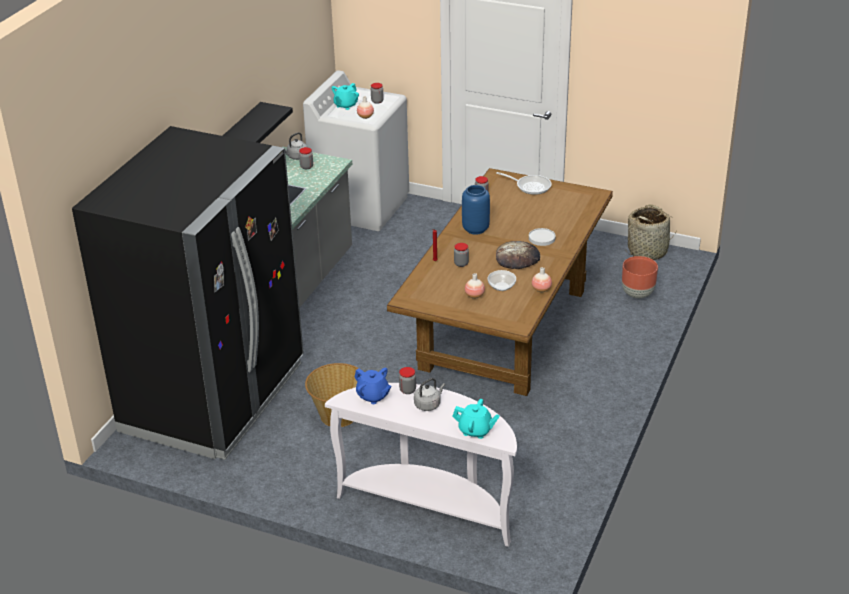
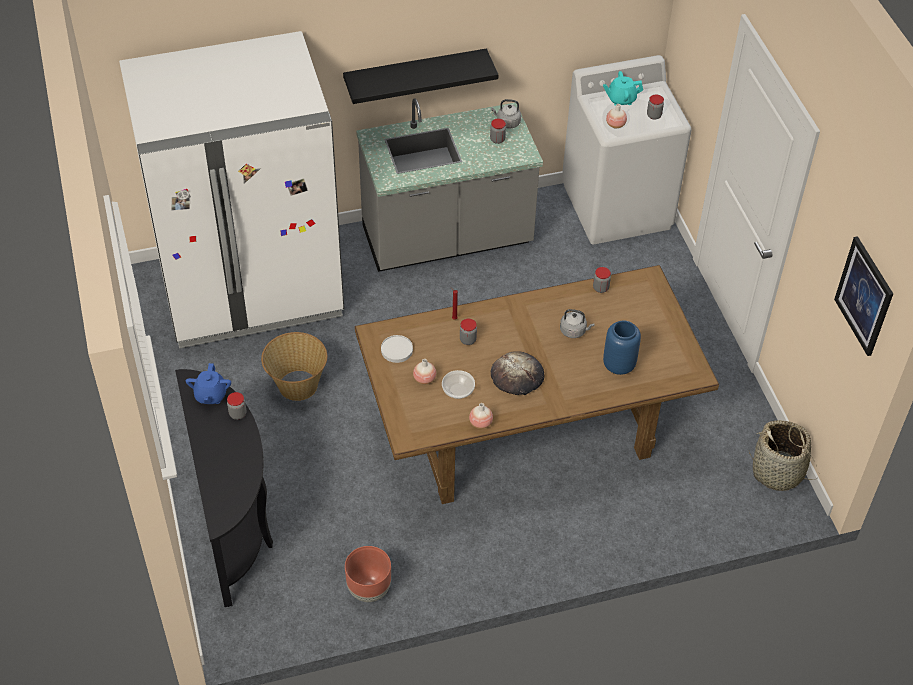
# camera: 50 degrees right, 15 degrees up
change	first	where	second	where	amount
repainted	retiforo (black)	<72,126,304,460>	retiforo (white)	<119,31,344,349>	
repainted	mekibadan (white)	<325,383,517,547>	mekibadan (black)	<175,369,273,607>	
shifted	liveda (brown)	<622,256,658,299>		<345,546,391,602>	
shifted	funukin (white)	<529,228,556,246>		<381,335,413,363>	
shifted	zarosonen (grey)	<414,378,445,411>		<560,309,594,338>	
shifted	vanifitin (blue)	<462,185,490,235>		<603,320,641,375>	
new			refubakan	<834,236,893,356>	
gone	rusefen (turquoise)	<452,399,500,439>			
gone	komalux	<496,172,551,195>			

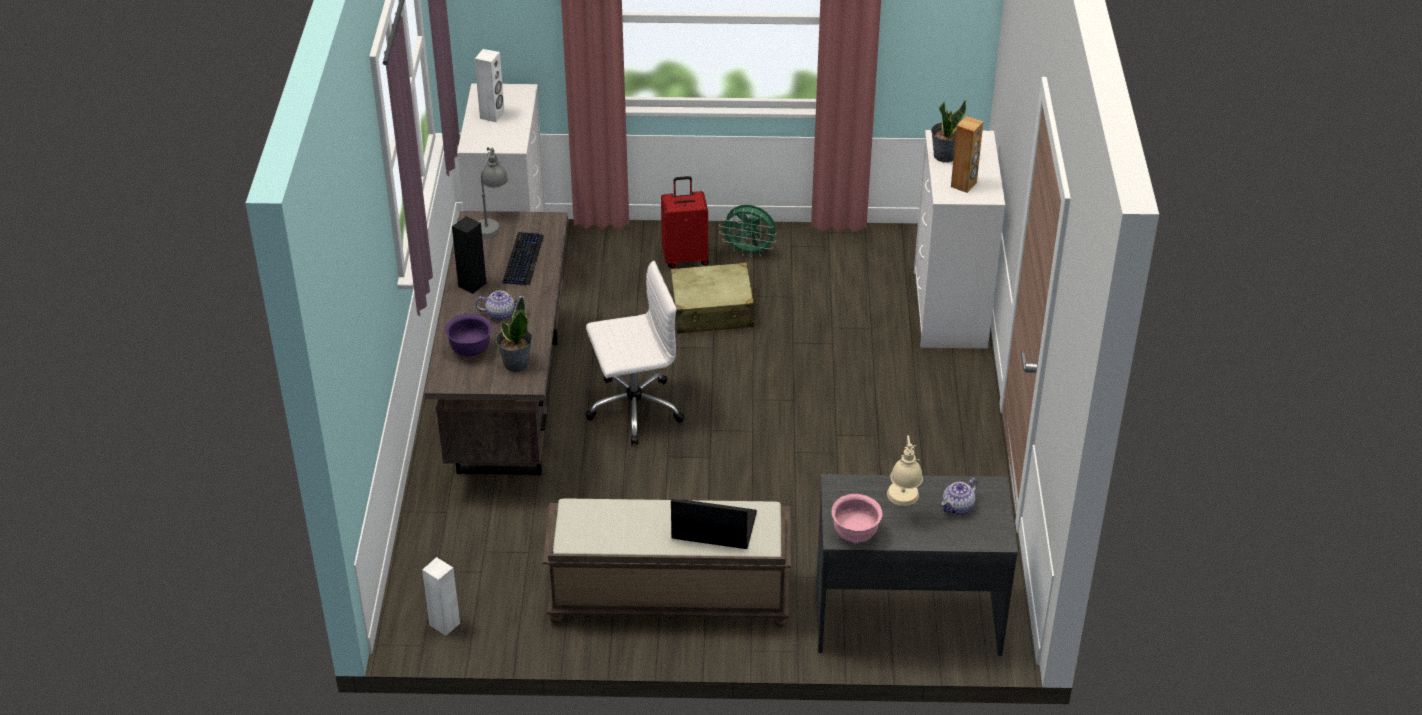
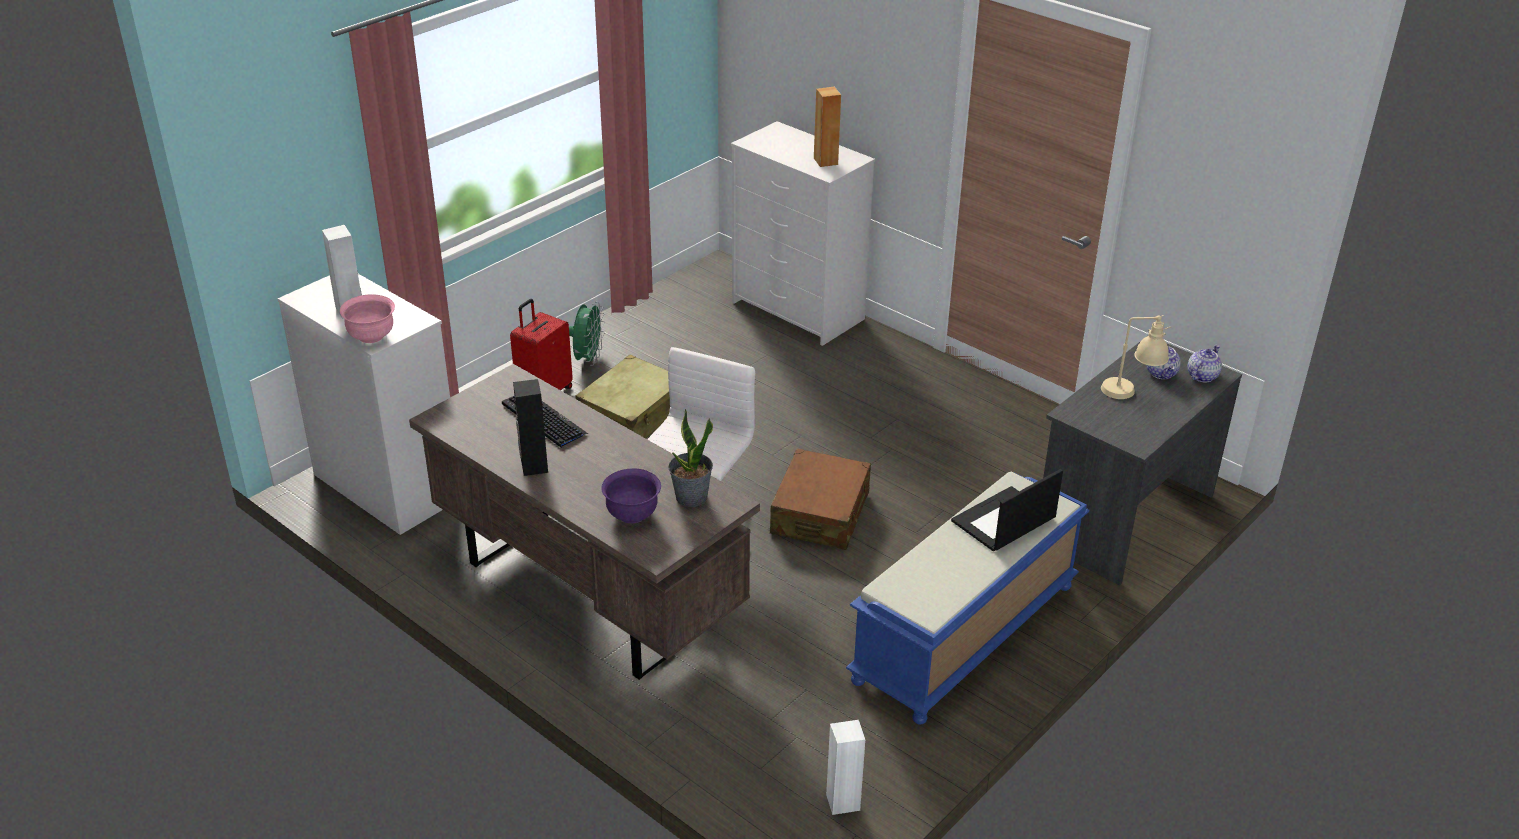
# camera: 50 degrees left, 5 degrees down
change	first	where	second	where	amount
shifted	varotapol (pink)	<832,494,882,542>		<340,294,395,343>	
rotated	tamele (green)	<719,205,776,258>		<569,302,605,366>	45 degrees counterclockwise
new			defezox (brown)	<770,449,871,550>	
repainted	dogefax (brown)	<542,498,791,628>	dogefax (blue)	<846,472,1090,725>	
shifted	rusefen	<475,291,524,320>		<1187,345,1222,382>	
gone	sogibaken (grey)	<478,147,508,238>			
gone	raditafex	<931,100,966,163>			

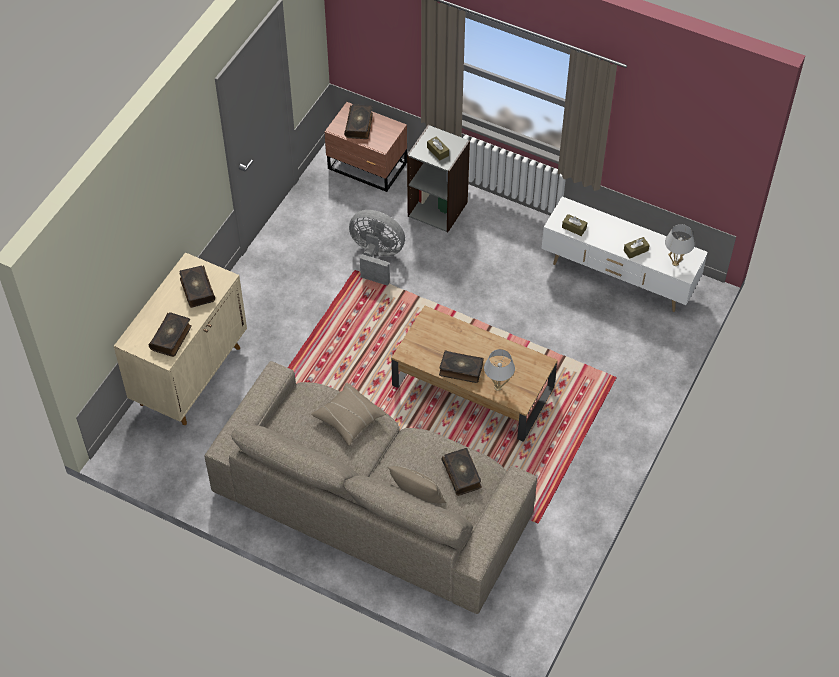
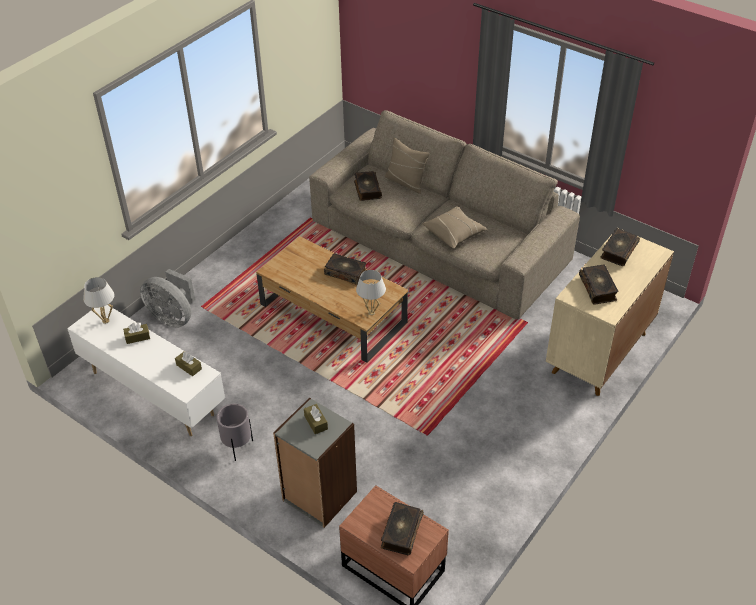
# camera: 170 degrees left, 10 degrees down
change	first	where	second	where	amount
shifted	tamele (grey)	<349,210,405,286>		<140,269,195,328>	
new			liveda (grey)	<217,404,253,461>	
shifted	sogibaken (white)	<484,349,515,391>		<356,270,386,315>	

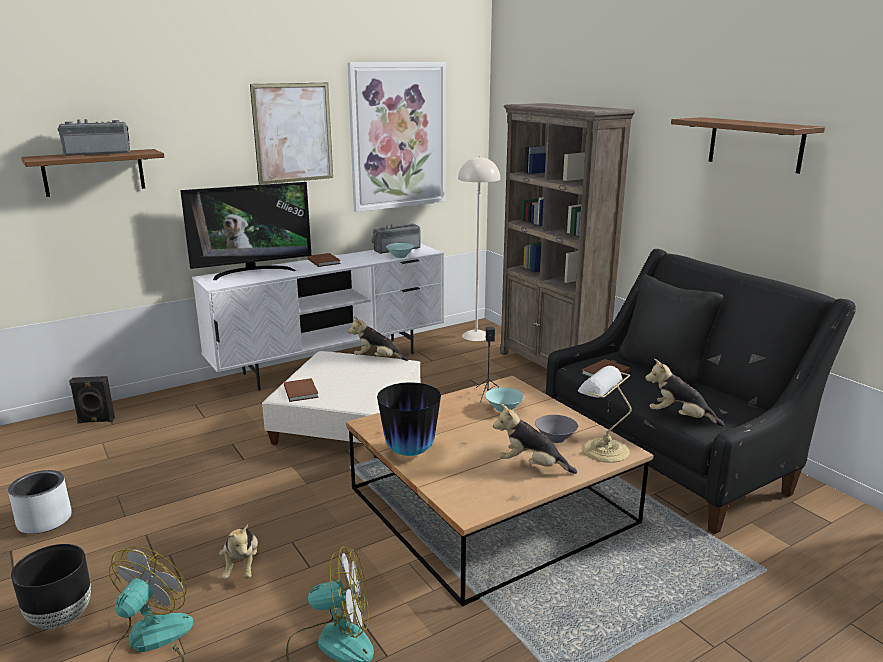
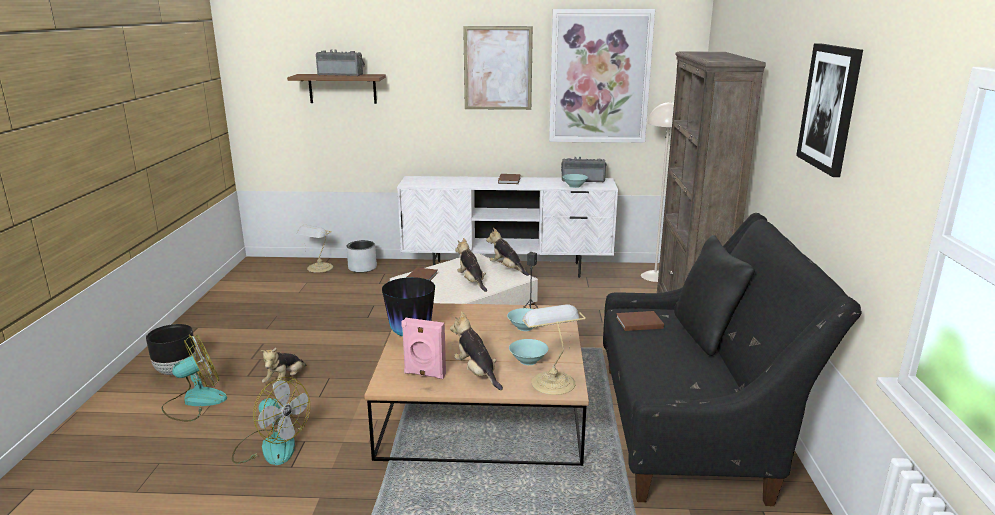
# camera: 35 degrees right, 0 degrees up
change	first	where	second	where	amount
swapped	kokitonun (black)	<69,376,115,423>	sogibaken	<297,225,333,272>	
shifted	liveda (grey)	<8,470,72,534>		<347,240,377,273>	
new			kokitonun (pink)	<401,318,446,379>	
shifted	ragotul	<645,358,724,426>		<455,238,487,292>	
repainted	varotapol (grey)	<535,415,578,443>	varotapol (turquoise)	<509,339,548,365>	
swapped	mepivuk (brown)	<671,117,825,174>	refubakan	<796,43,863,177>	
gone	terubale	<180,182,312,280>			

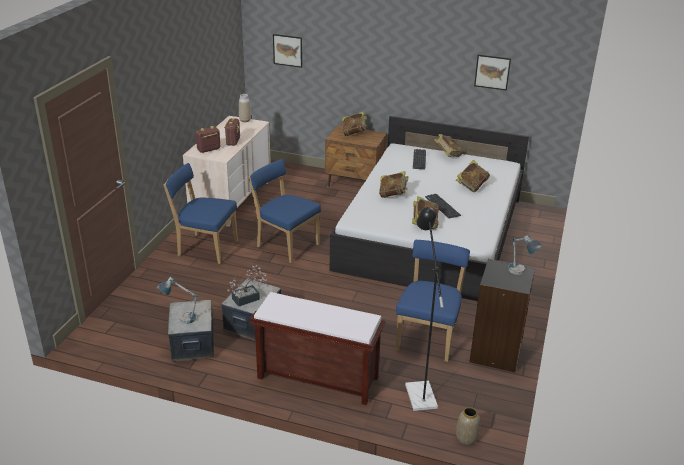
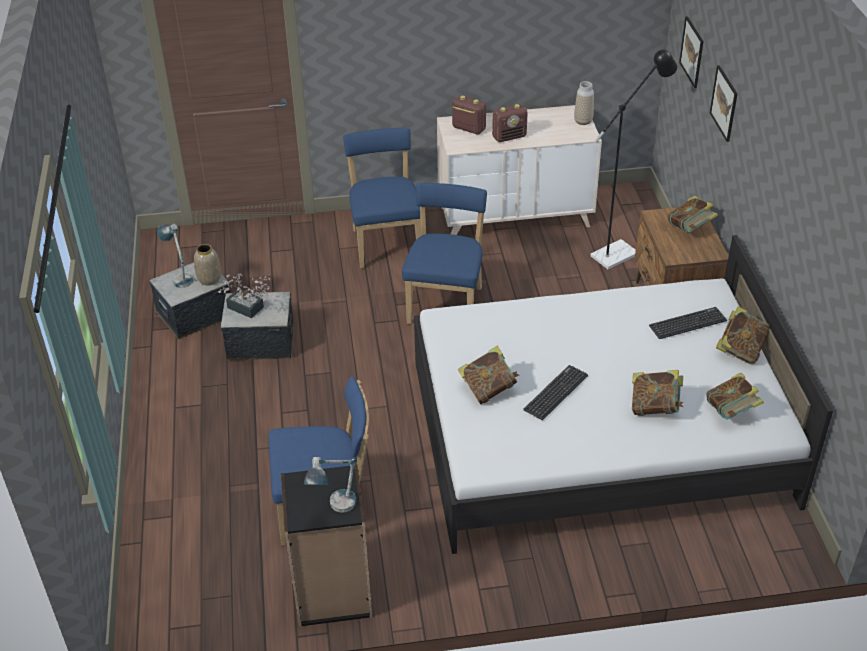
# camera: 65 degrees right, 10 degrees up
change	first	where	second	where	amount
shifted	vanifitin	<456,407,480,445>		<194,244,221,286>	
shifted	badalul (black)	<405,207,444,411>		<590,50,677,269>	
shifted	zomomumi	<379,171,408,198>		<706,372,764,420>	
shifted	refubakan	<474,55,511,91>		<710,65,738,142>	
gone	dogefax (brown)	<250,292,385,405>			

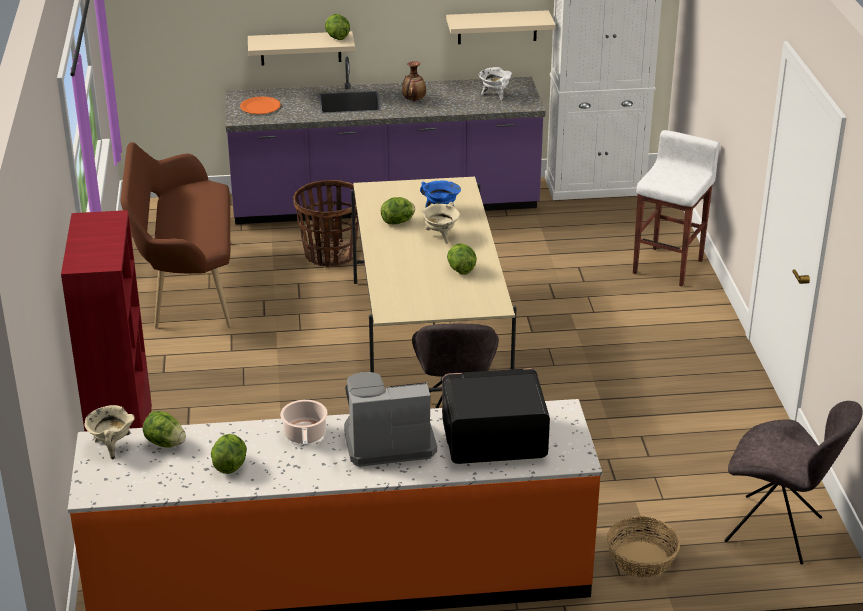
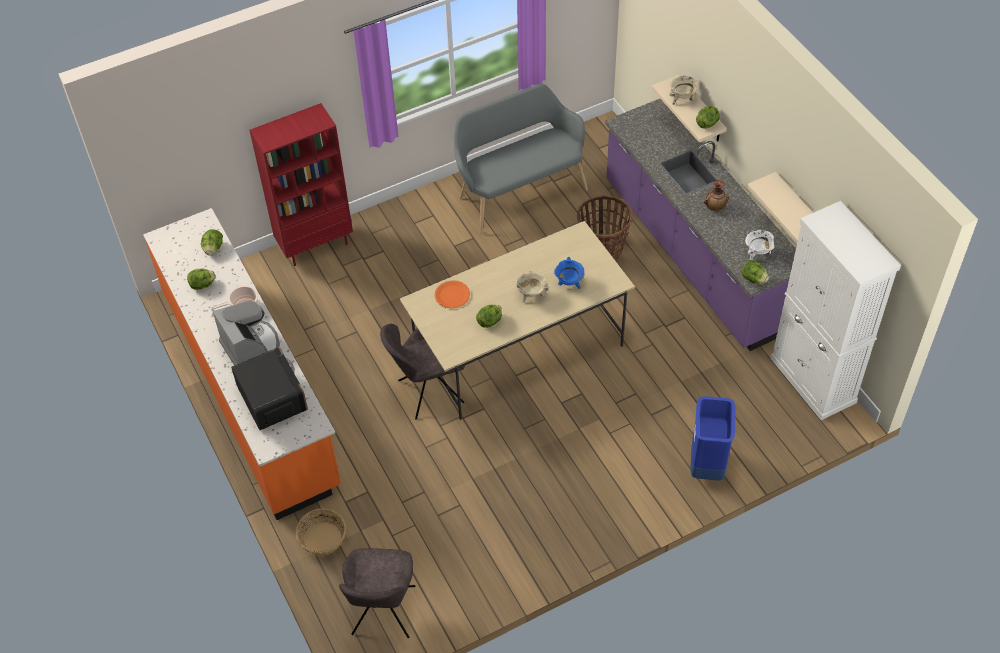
# camera: 70 degrees right, 20 degrees up
change	first	where	second	where	amount
shifted	funukin (orange)	<240,96,281,114>		<435,280,470,308>	
repainted	dogefax (brown)	<121,142,231,329>	dogefax (grey)	<454,84,588,234>	
shifted	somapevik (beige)	<85,405,135,459>		<669,76,698,105>	
swapped	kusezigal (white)	<633,130,720,286>	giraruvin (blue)	<690,396,736,481>	
shifted	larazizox	<381,197,415,224>		<741,260,769,284>	

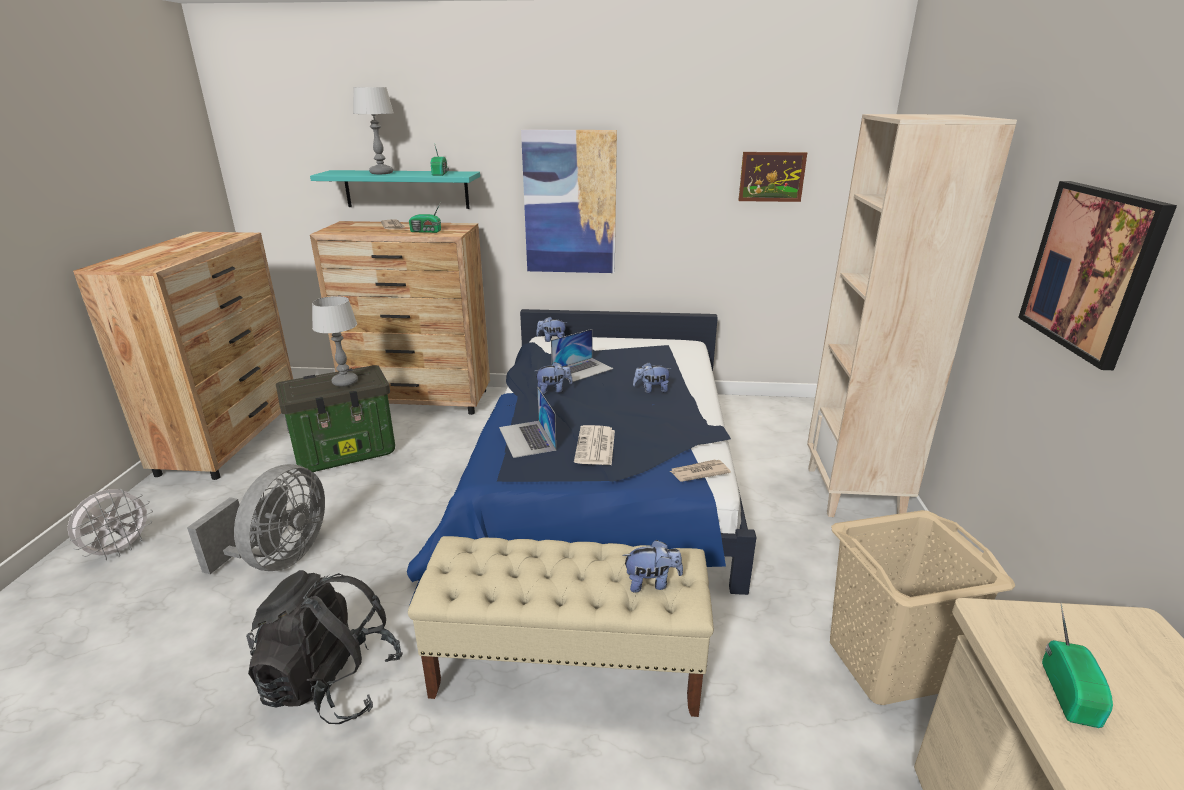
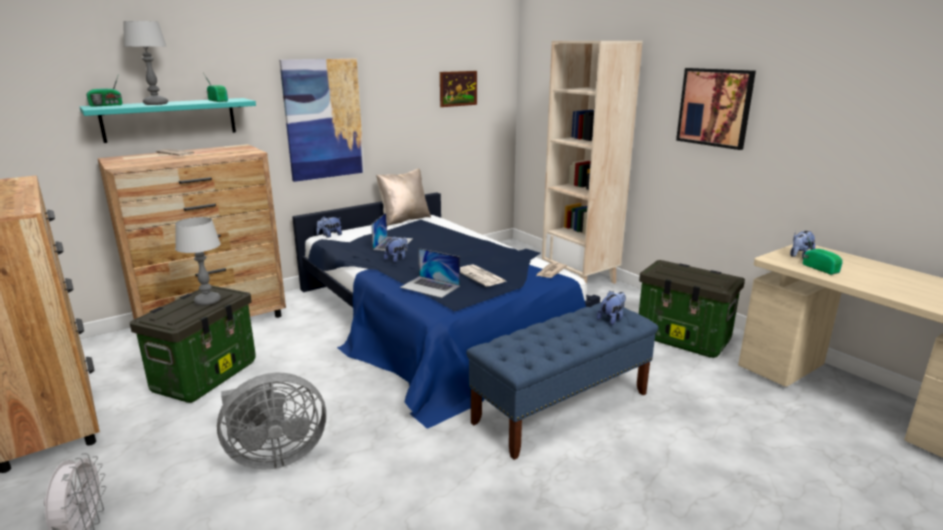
# camera: 40 degrees left, 5 degrees down
change	first	where	second	where	amount
shifted	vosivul	<409,201,441,233>		<86,76,122,107>	
rotated	tamele (grey)	<187,464,325,574>		<217,373,326,470>	90 degrees clockwise
new			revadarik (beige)	<376,169,431,226>	
repainted	dogefax (beige)	<408,536,714,717>	dogefax (blue)	<466,302,658,460>	
swapped	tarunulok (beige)	<830,510,1015,705>	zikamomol	<639,260,745,358>	
shifted	ragotul	<633,362,672,393>		<790,231,815,258>	
gone	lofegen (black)	<246,570,403,724>			

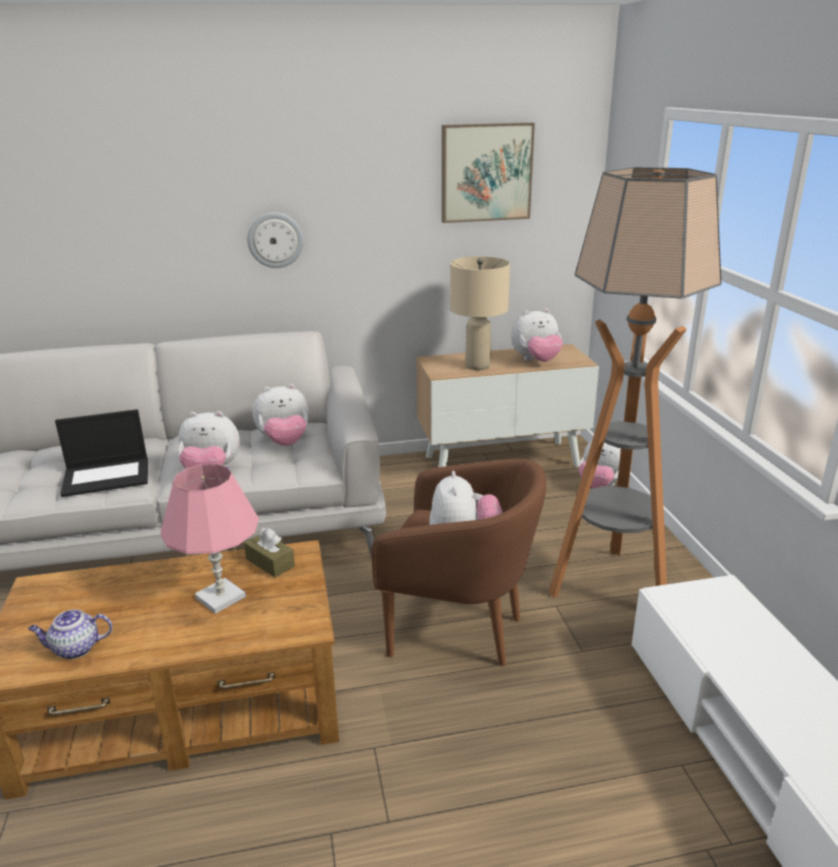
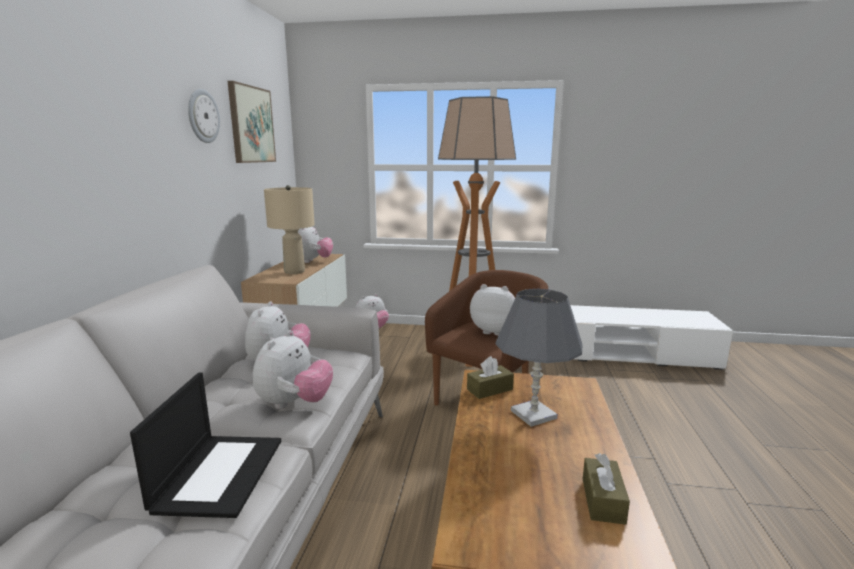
# camera: 70 degrees left, 10 degrees down
change	first	where	second	where	amount
shifted	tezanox	<247,212,304,268>		<188,89,220,143>	
repainted	sogibaken (pink)	<160,464,259,614>	sogibaken (grey)	<495,289,582,427>	
swapped	rusefen	<28,609,112,659>	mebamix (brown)	<583,453,630,525>	

